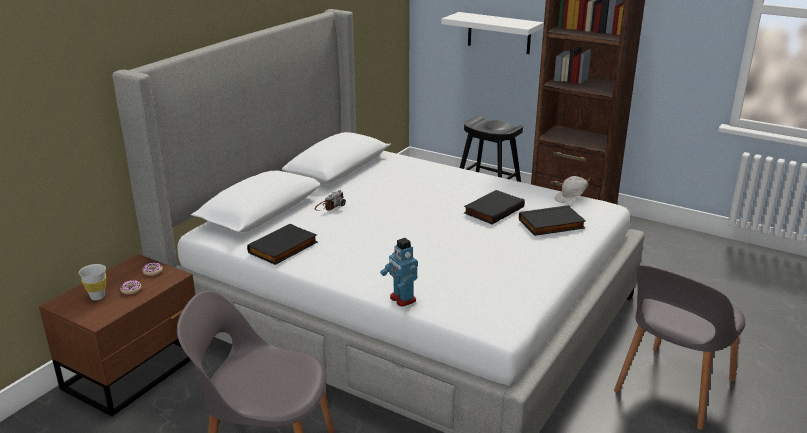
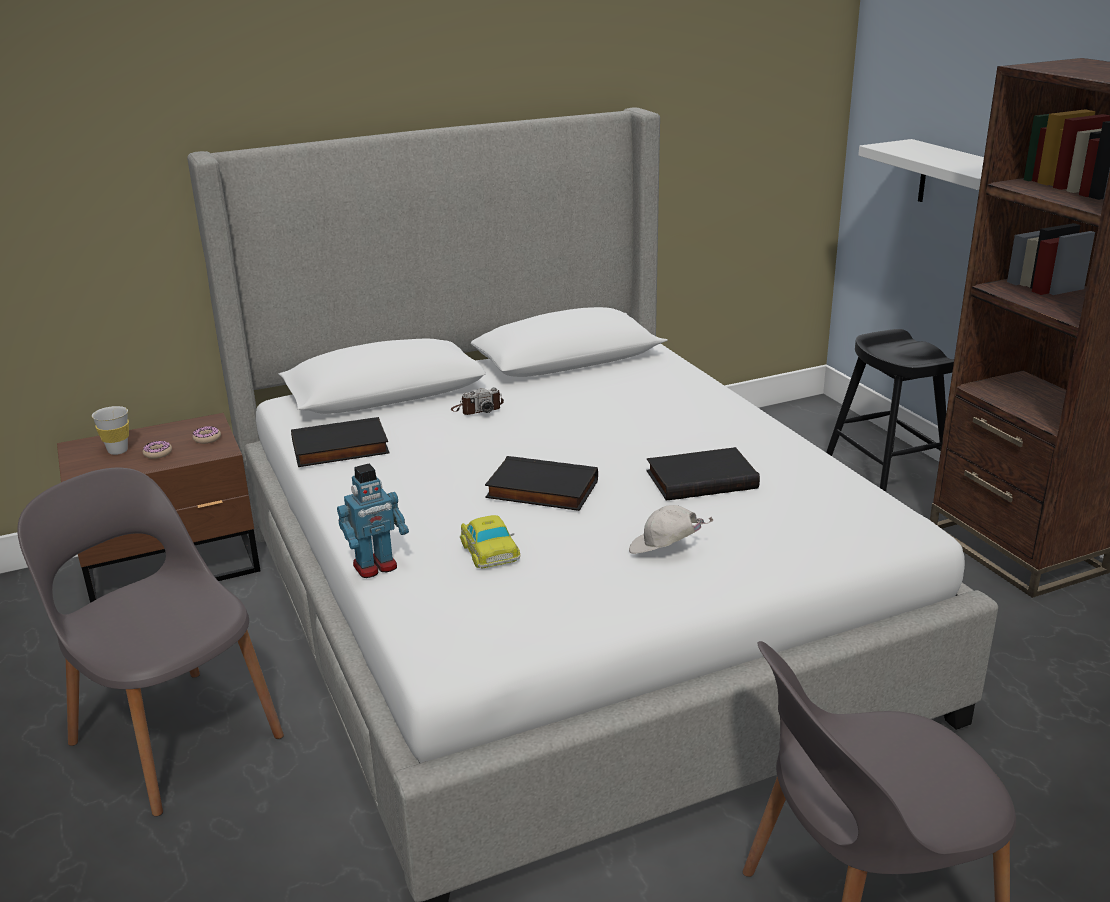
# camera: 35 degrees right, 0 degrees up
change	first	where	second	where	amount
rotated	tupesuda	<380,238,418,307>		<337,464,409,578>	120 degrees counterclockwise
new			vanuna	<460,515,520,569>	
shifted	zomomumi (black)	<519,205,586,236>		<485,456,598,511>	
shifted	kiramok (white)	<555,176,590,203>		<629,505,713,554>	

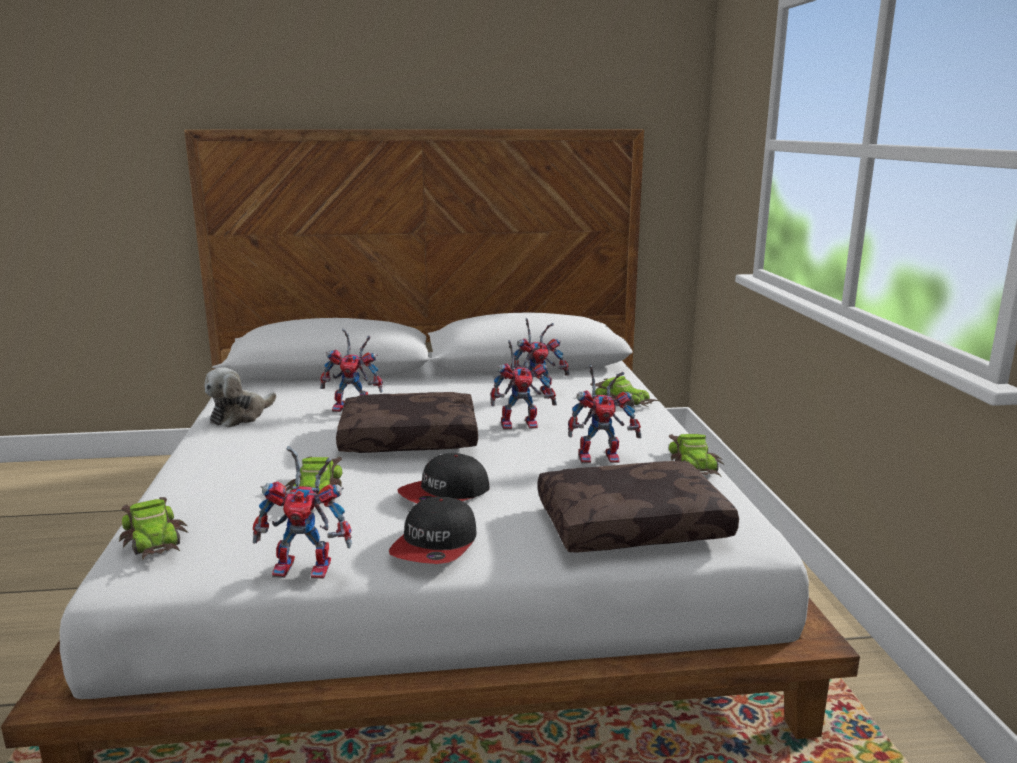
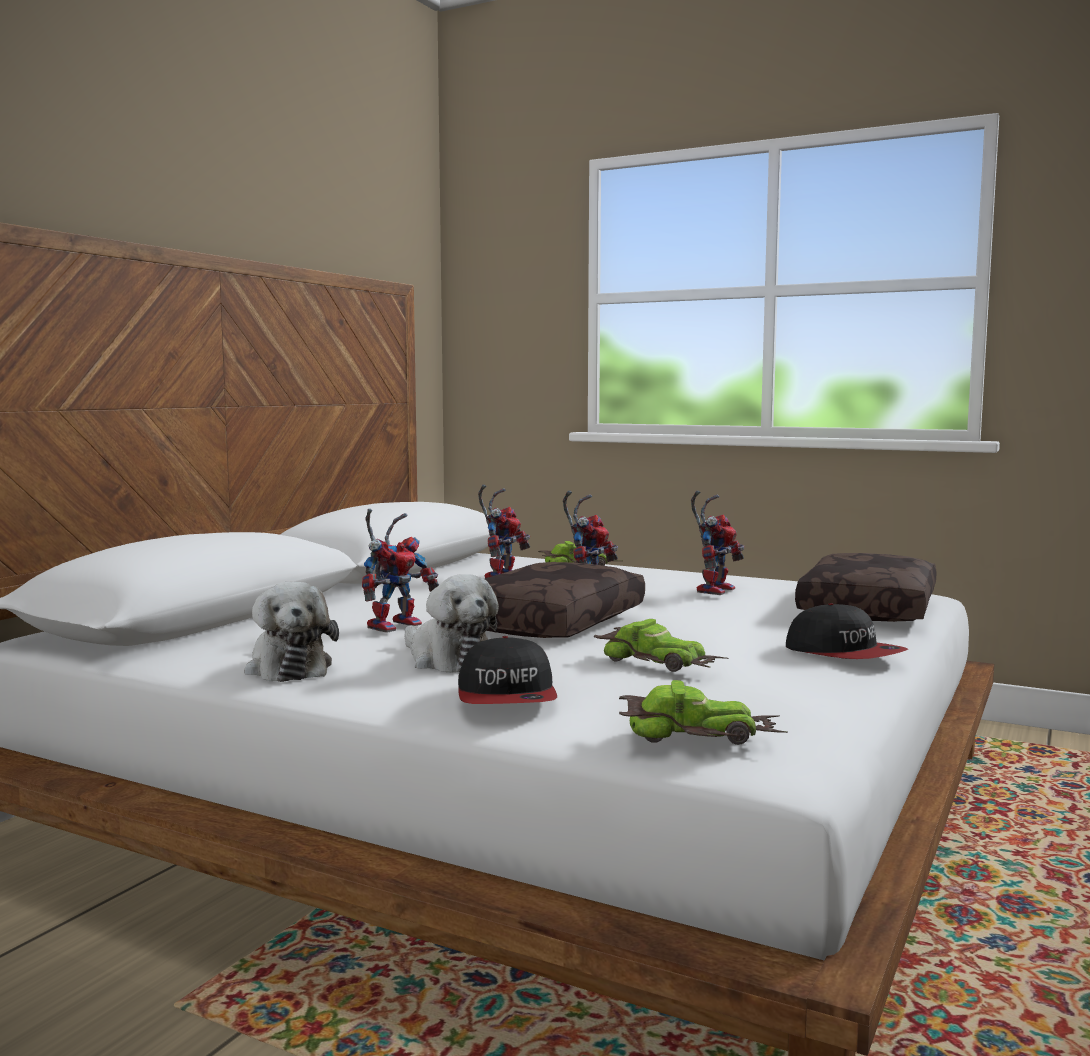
# camera: 55 degrees left, 10 degrees down
change	first	where	second	where	amount
new			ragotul	<405,575,499,673>	
shifted	kiramok	<397,453,490,503>		<458,636,557,704>	
gone	tupesuda	<253,446,352,579>			
gone	vanuna	<669,434,724,477>			

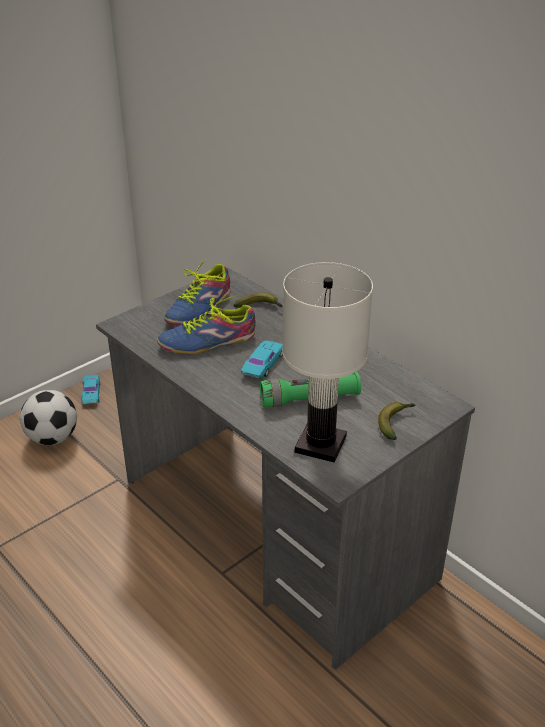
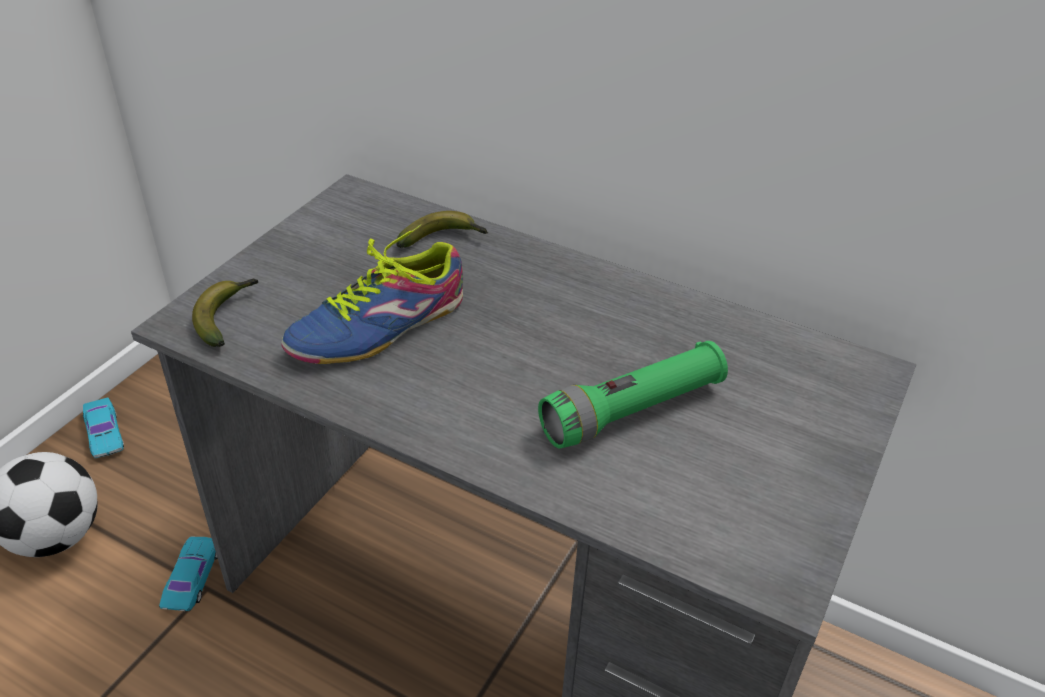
# camera: 20 degrees left, 5 degrees up
change	first	where	second	where	amount
shifted	vanuna (turquoise)	<241,340,283,379>		<159,537,217,611>	
shifted	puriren	<378,402,415,440>		<192,279,258,347>	
gone	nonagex	<164,258,231,326>			
gone	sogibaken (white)	<282,262,373,463>			

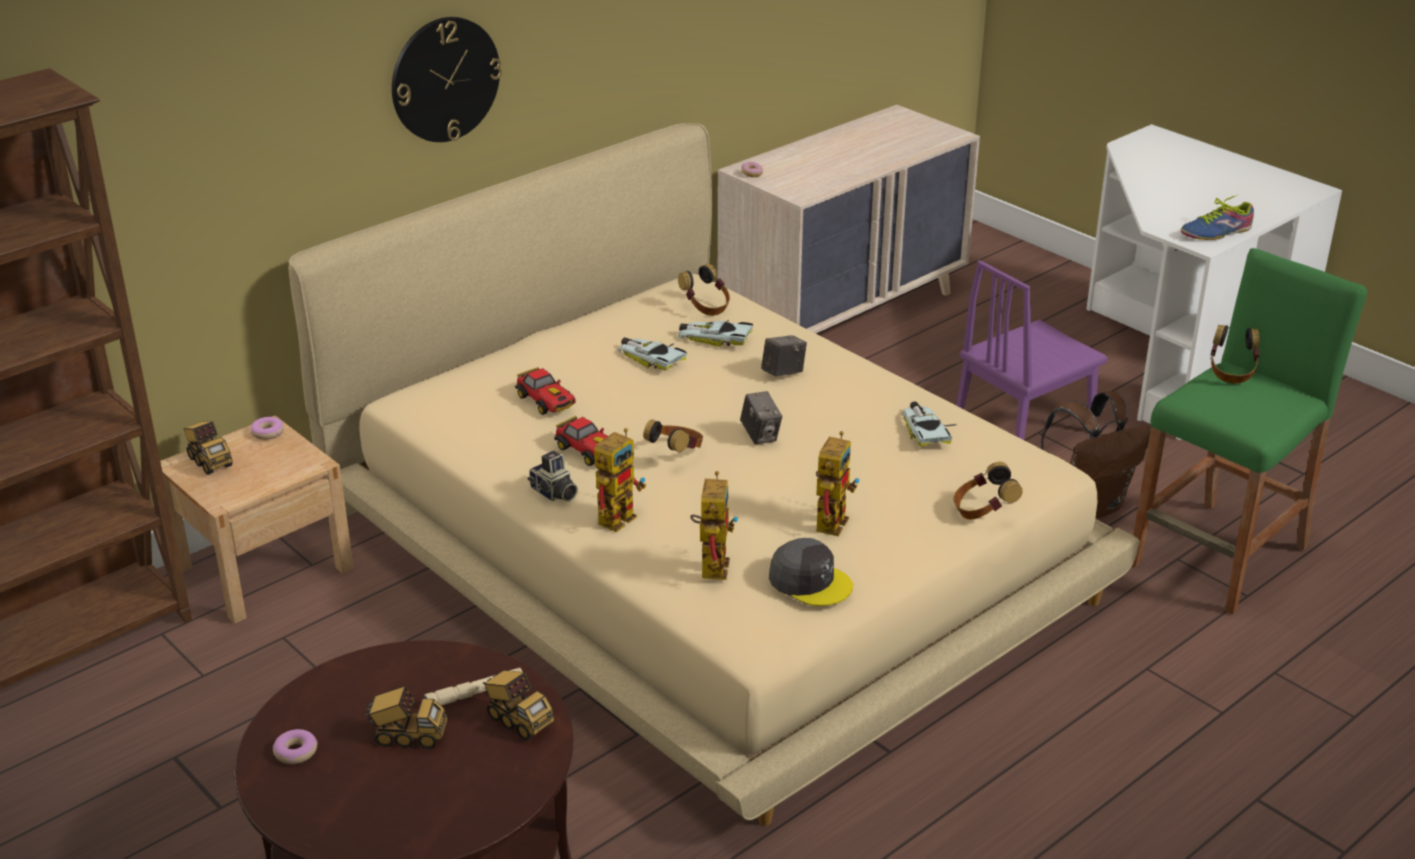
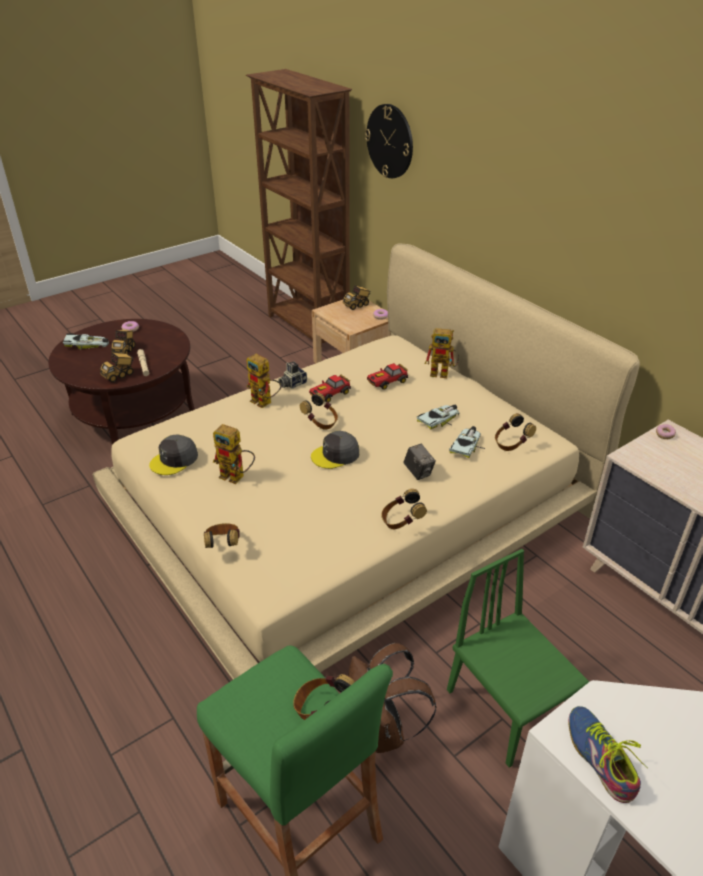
# camera: 95 degrees right, 5 degrees up
change	first	where	second	where	amount
shifted	vanuna	<902,401,957,447>		<63,334,109,350>	
swapped	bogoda	<740,391,782,444>	kiramok (grey)	<311,431,359,469>	
shifted	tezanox	<392,17,502,142>		<365,104,413,178>	
new			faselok	<381,489,427,529>	
shifted	tupesuda	<690,471,738,580>		<425,328,460,378>	
repainted	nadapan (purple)	<956,260,1108,440>	nadapan (green)	<447,549,589,768>	

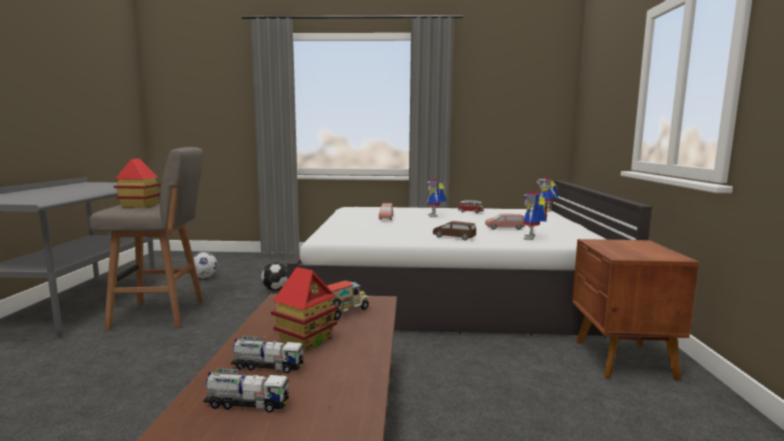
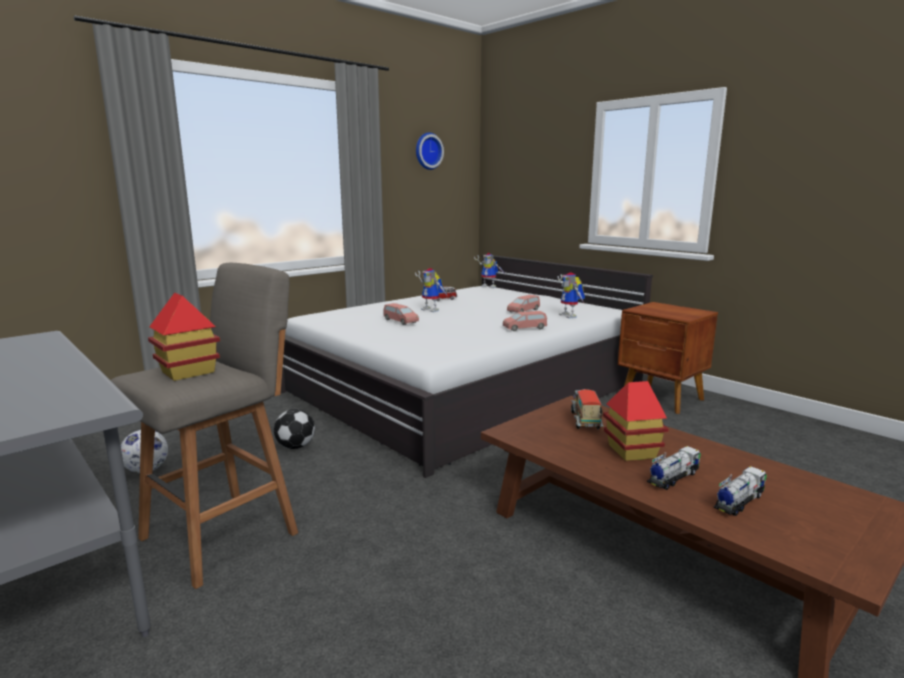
# camera: 45 degrees left, 5 degrees up
change	first	where	second	where	amount
new			tezanox	<416,133,444,170>	
repainted	vanuna (brown)	<433,221,476,241>	vanuna (pink)	<503,311,547,331>	

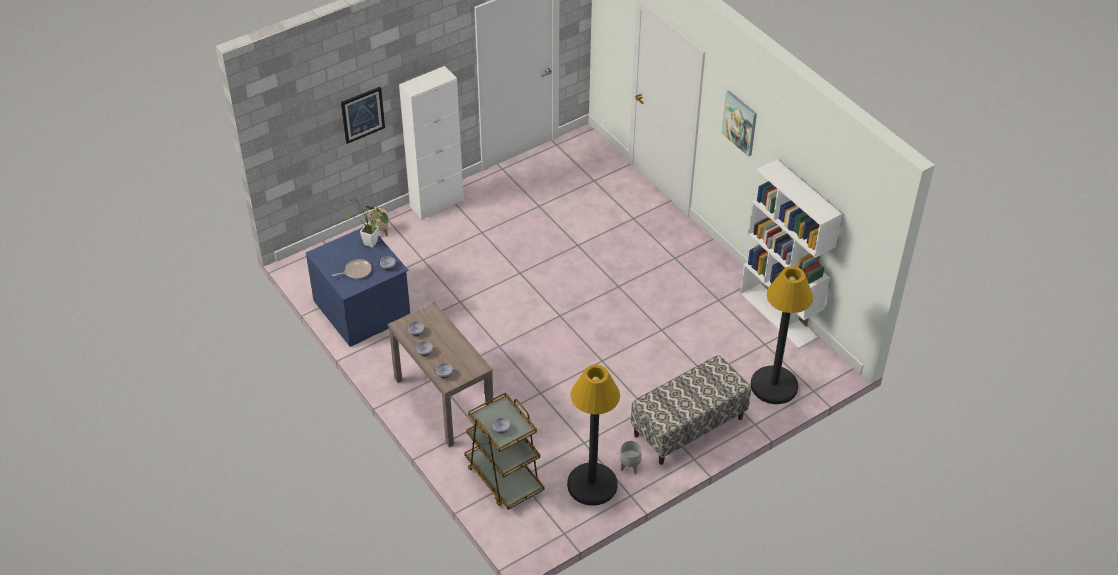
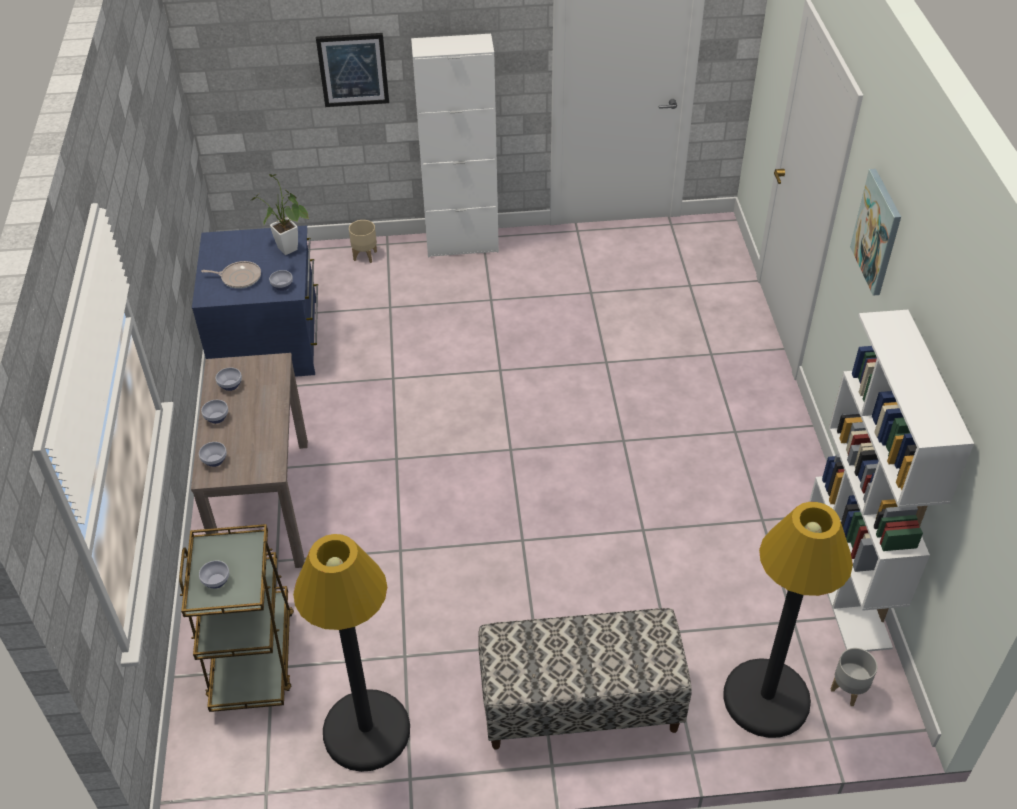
# camera: 30 degrees right, 0 degrees up
change	first	where	second	where	amount
shifted	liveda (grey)	<620,440,642,474>		<831,648,877,706>	

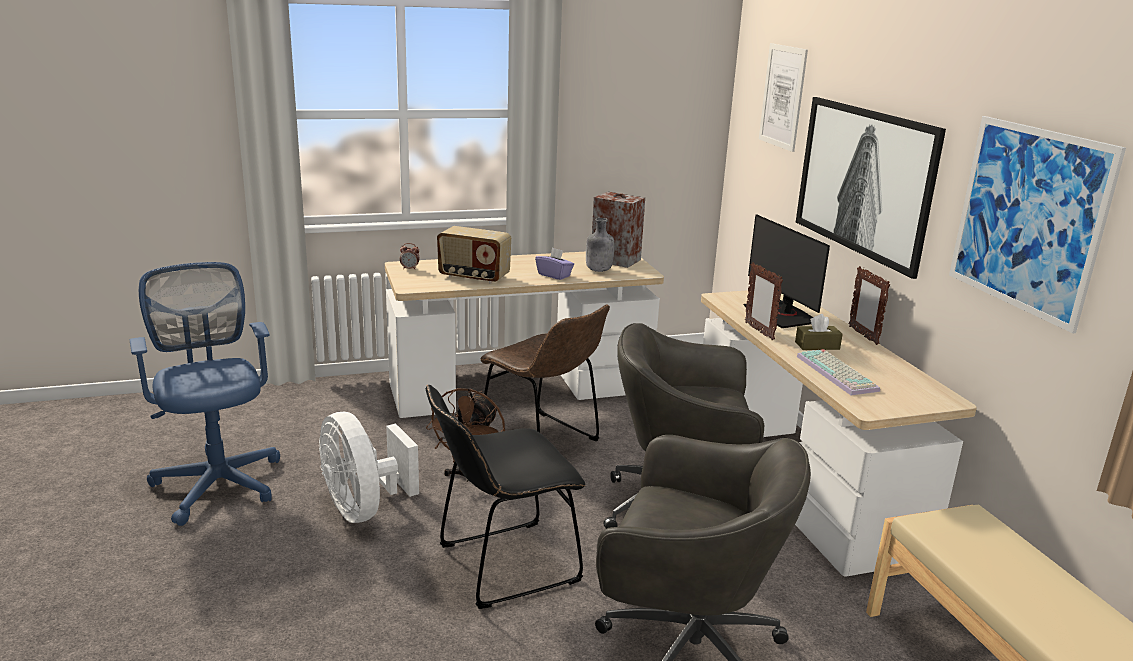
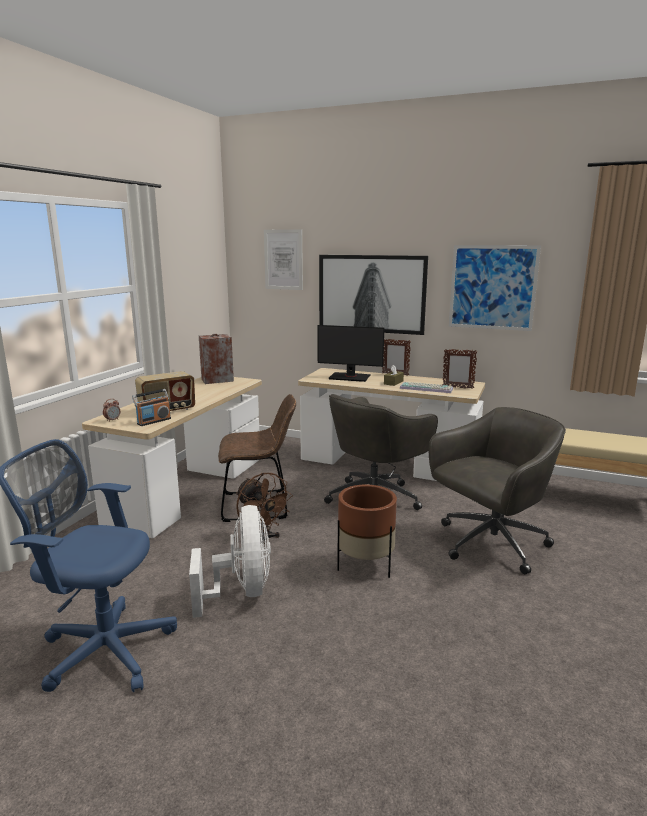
# camera: 50 degrees left, 5 degrees down
change	first	where	second	where	amount
new			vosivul	<132,389,171,426>	
rotated	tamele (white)	<319,412,419,523>		<189,505,271,618>	105 degrees counterclockwise
swapped	nadapan (black)	<426,385,585,609>	liveda (brown)	<337,485,397,578>	
shifted	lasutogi	<745,262,783,340>		<443,349,477,389>	
gone	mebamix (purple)	<535,248,574,280>			
gone	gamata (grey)	<586,218,614,272>			

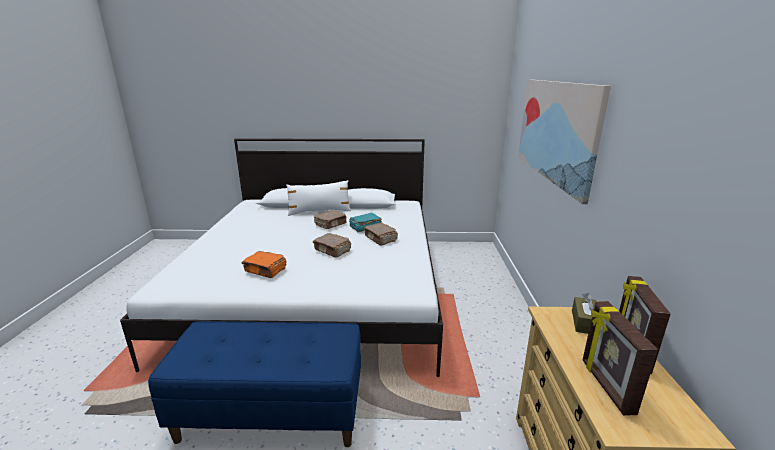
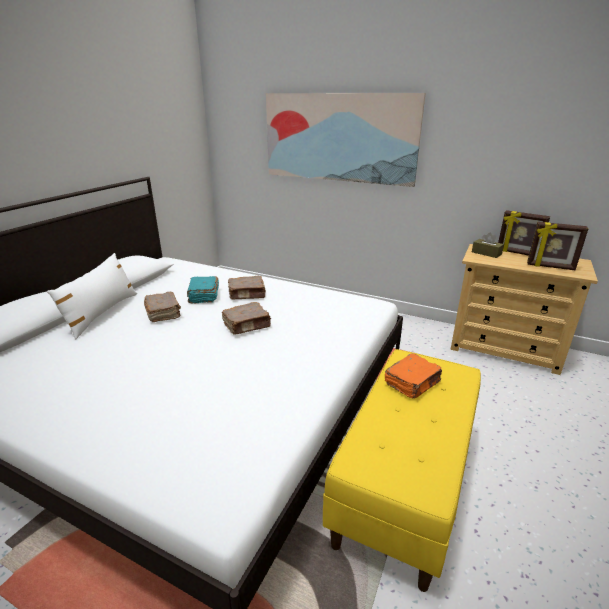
# camera: 65 degrees left, 5 degrees up
change	first	where	second	where	amount
repainted	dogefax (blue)	<148,321,361,447>	dogefax (yellow)	<323,349,481,592>	
shifted	zomomumi (orange)	<242,251,286,278>		<385,353,442,399>	

